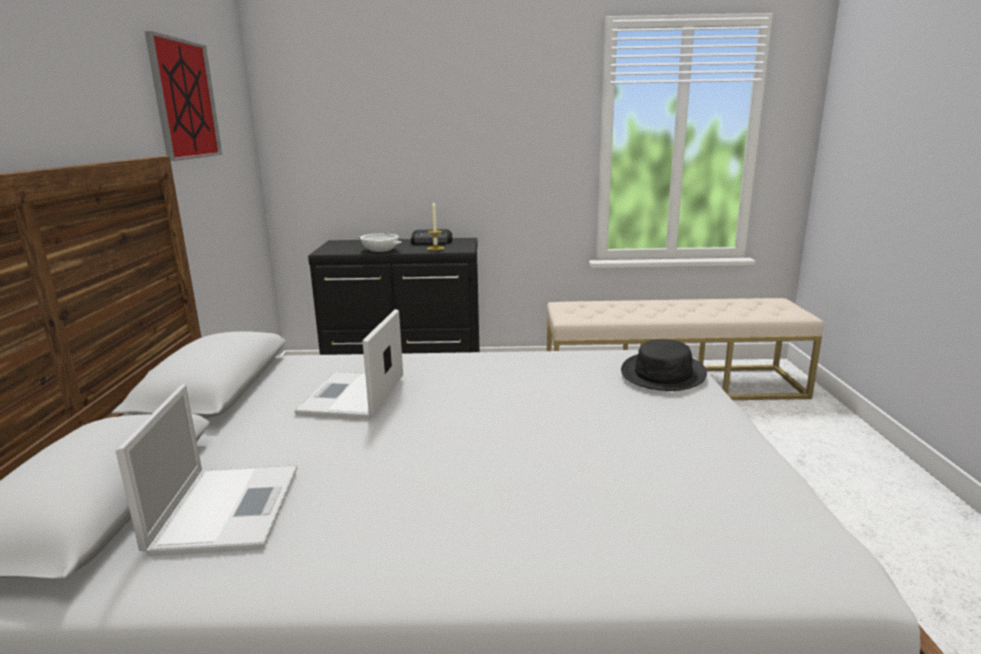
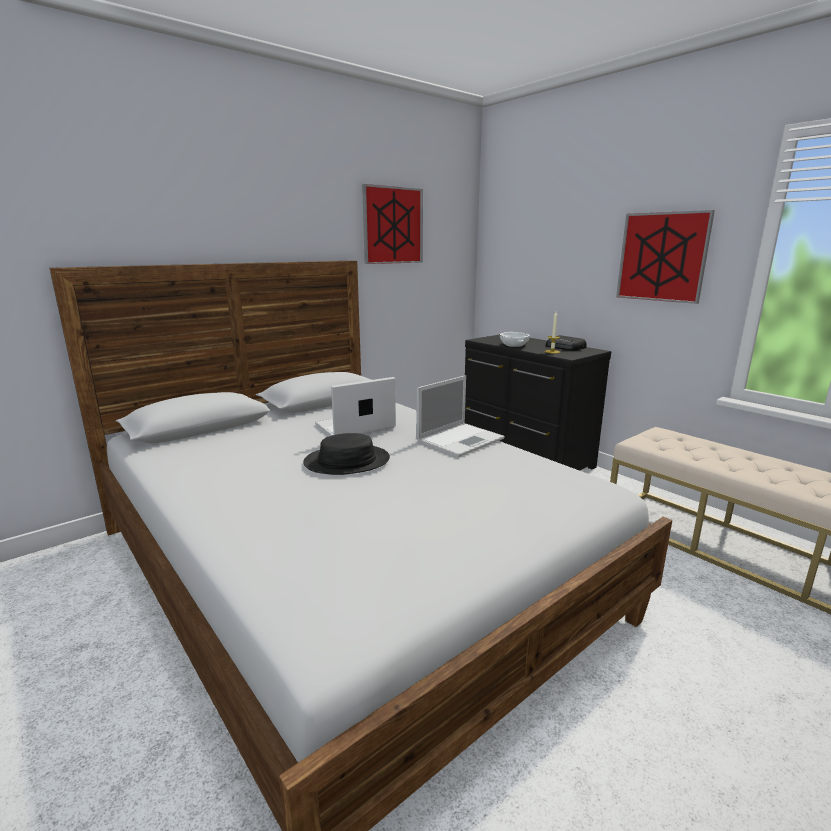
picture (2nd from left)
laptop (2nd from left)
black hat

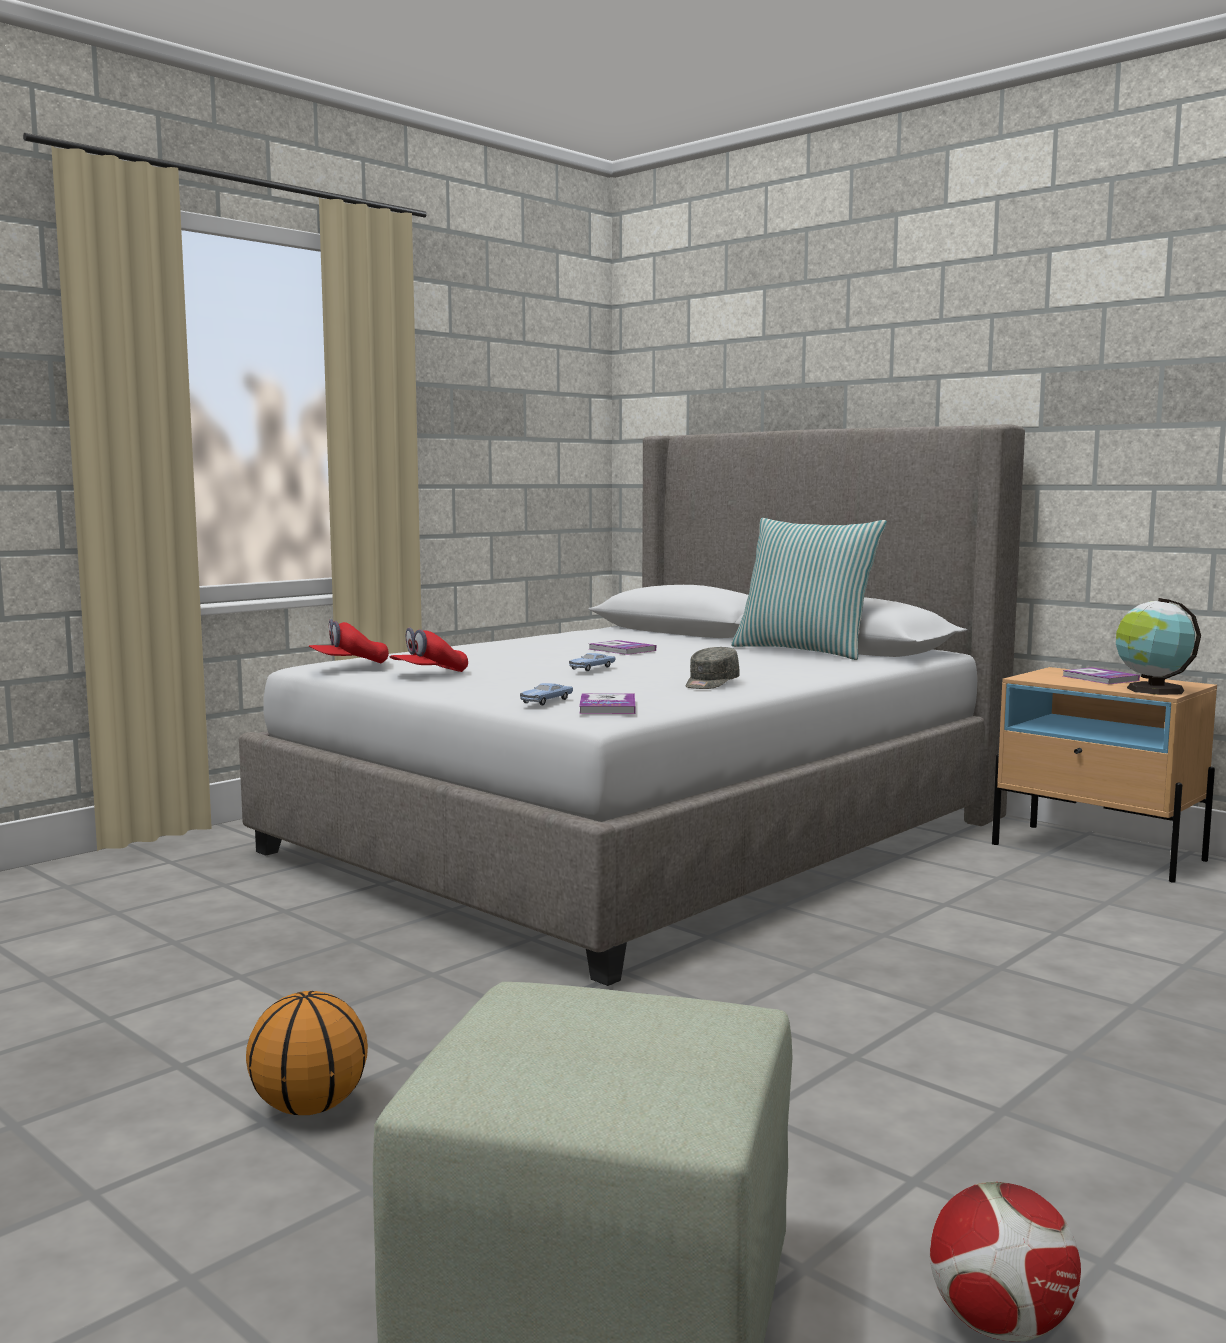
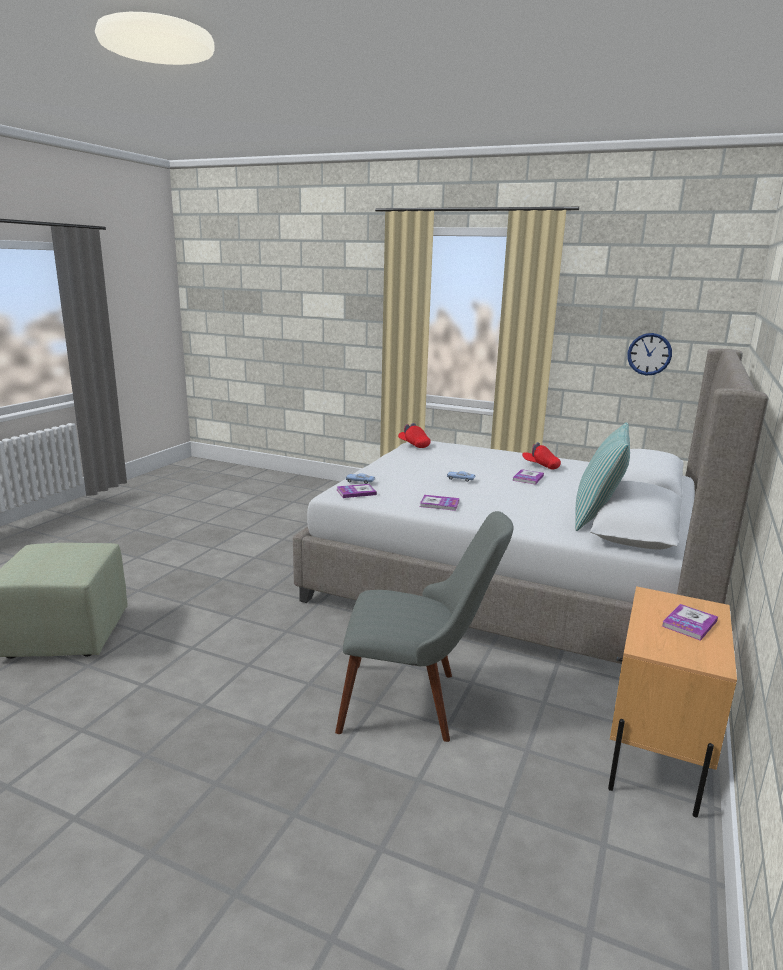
basketball
football
globe
grey chair
wall clock
red cap (2nd from left)
book (2nd from left)

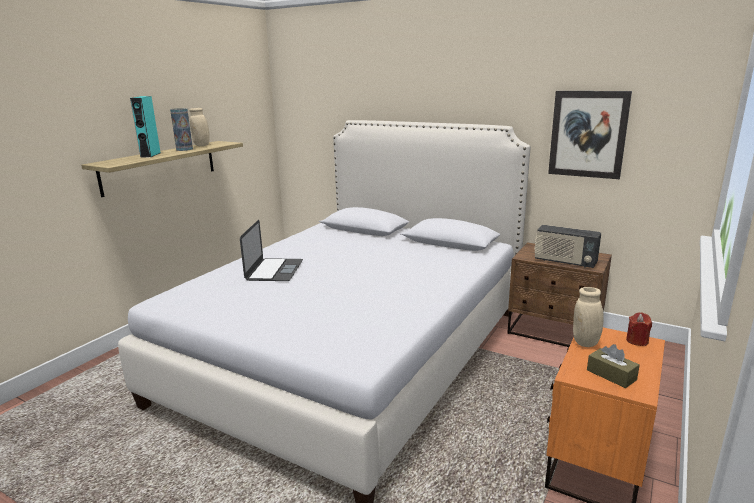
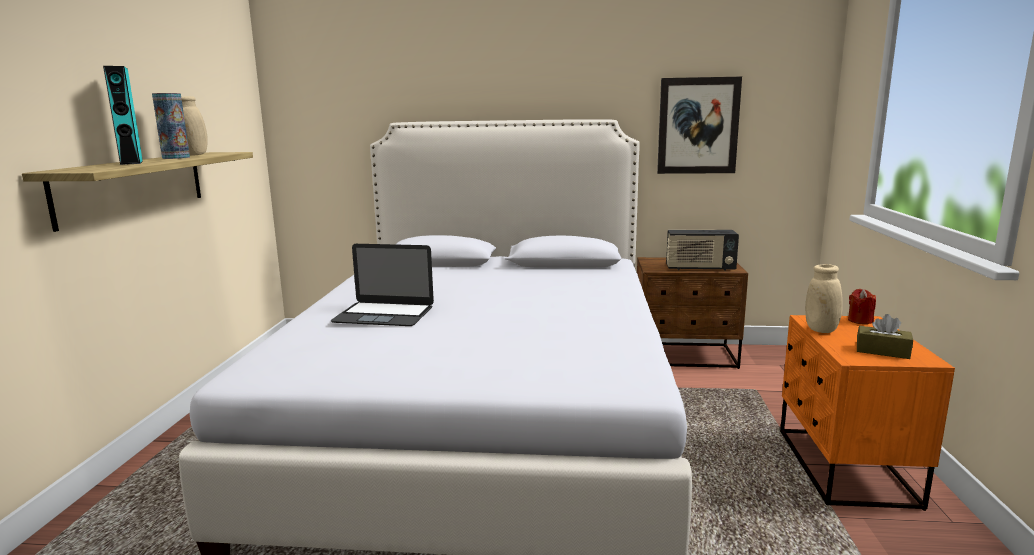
laptop

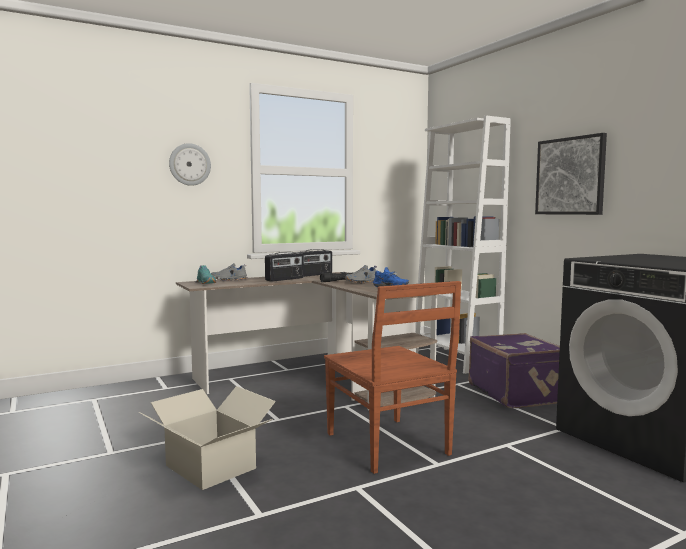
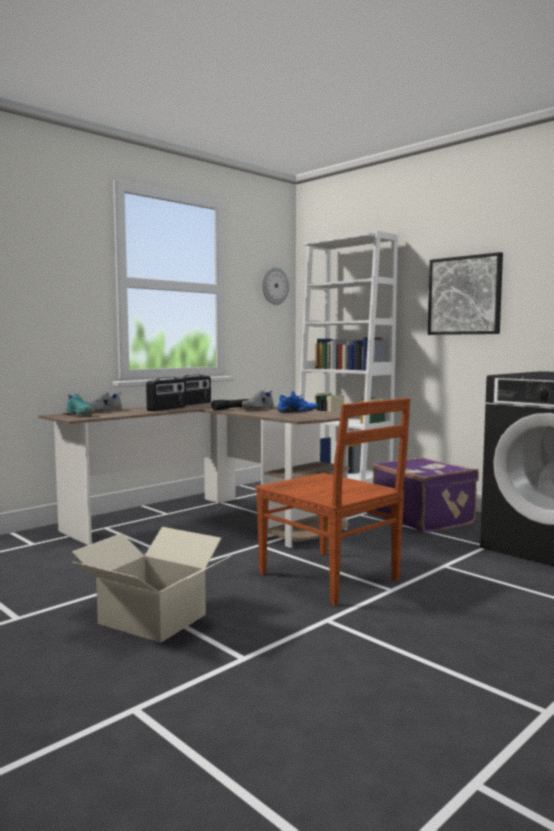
wall clock

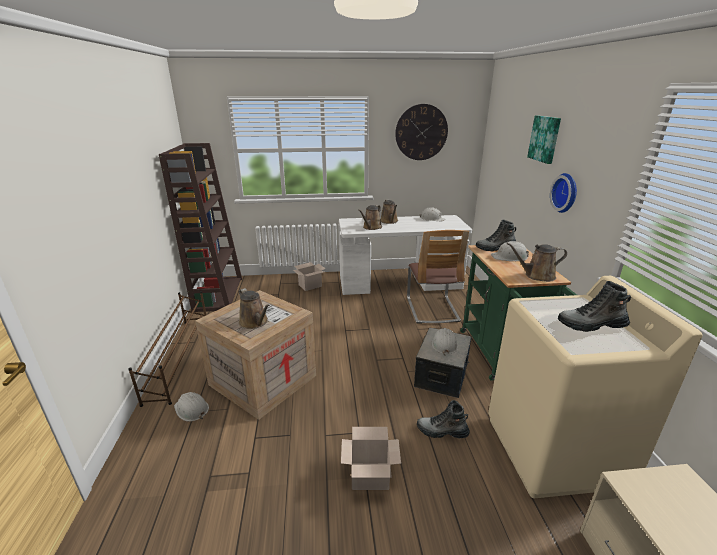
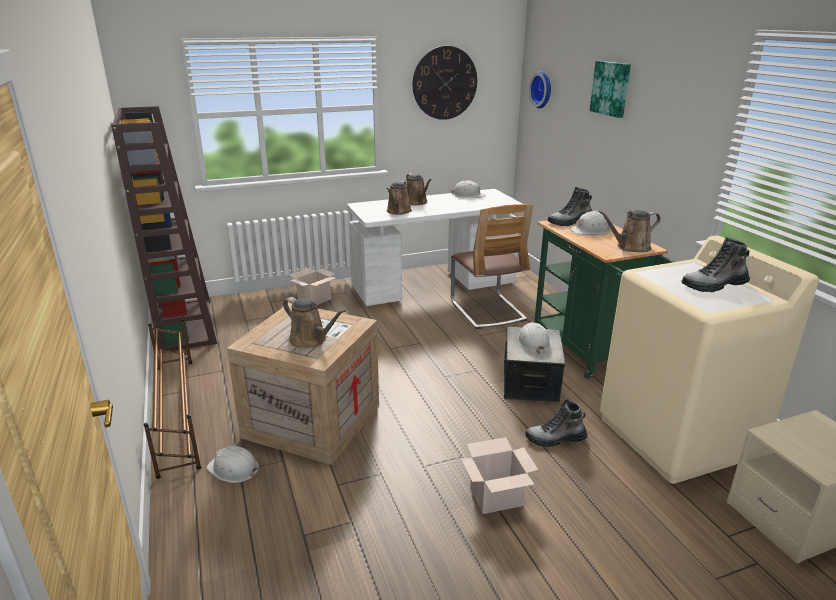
wall clock (2nd from left)

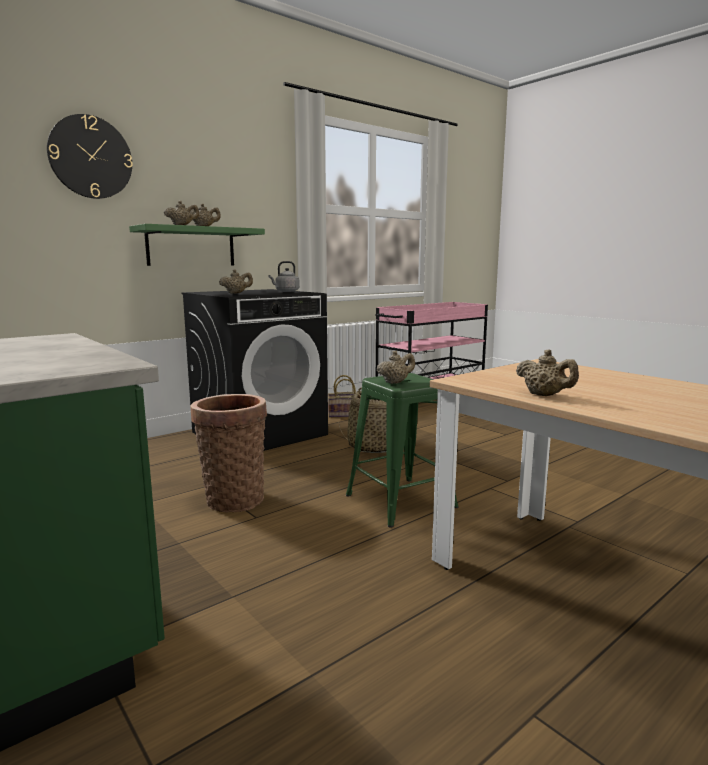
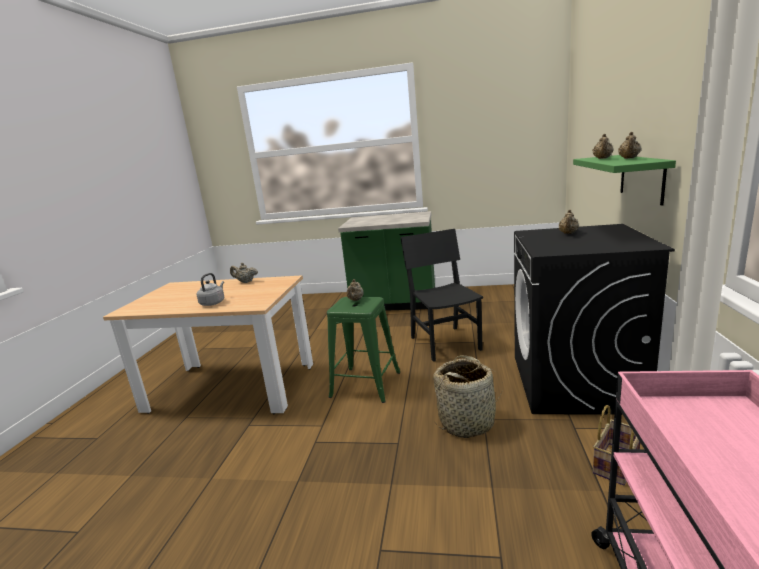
wall clock
grey kettle
black chair

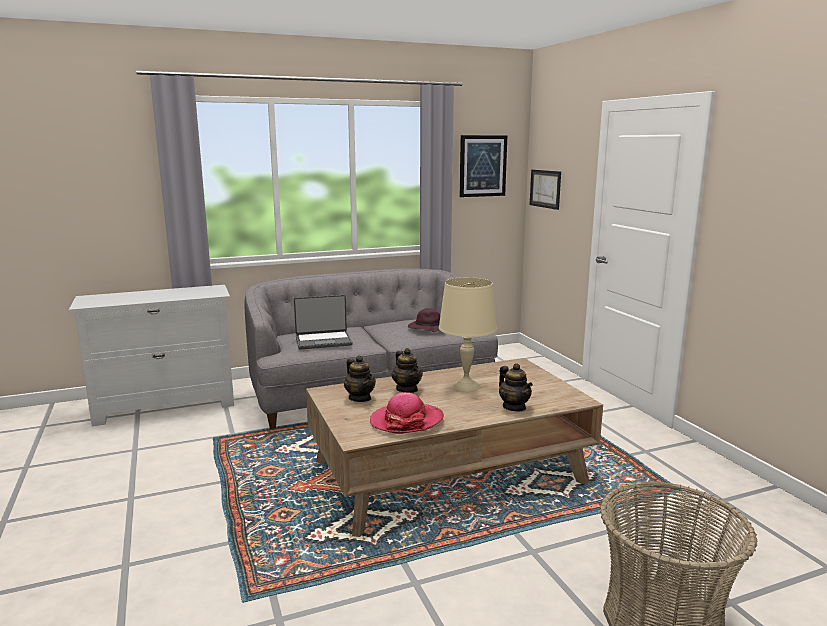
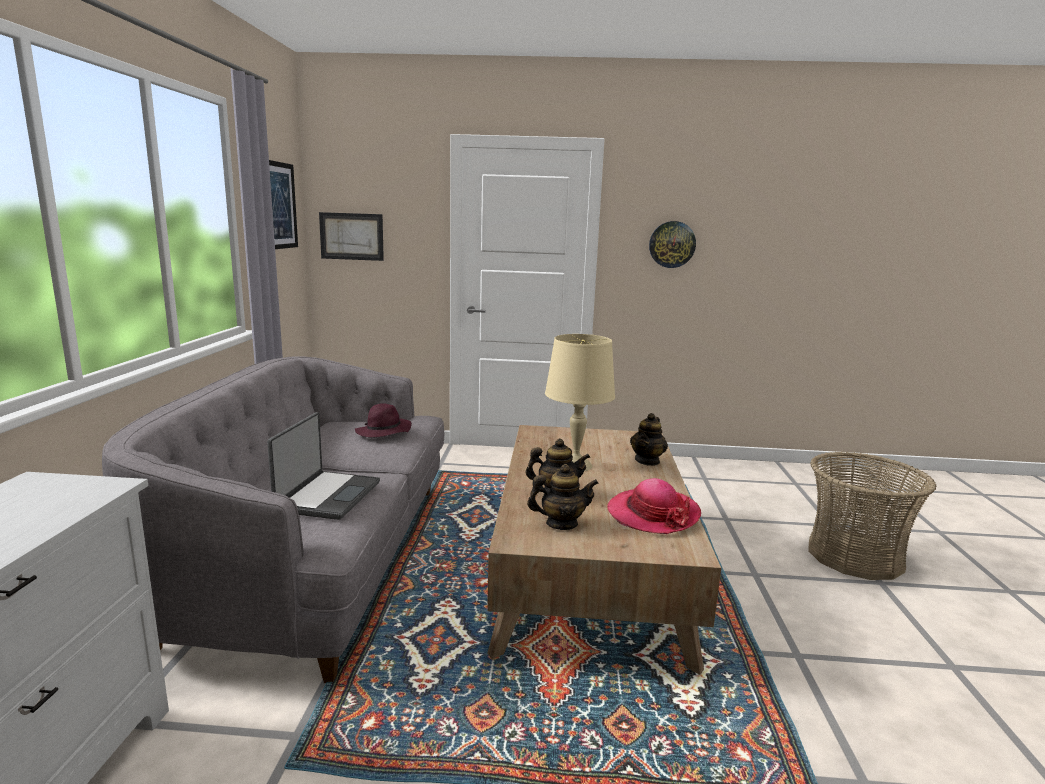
wall clock
teapot (3rd from left)

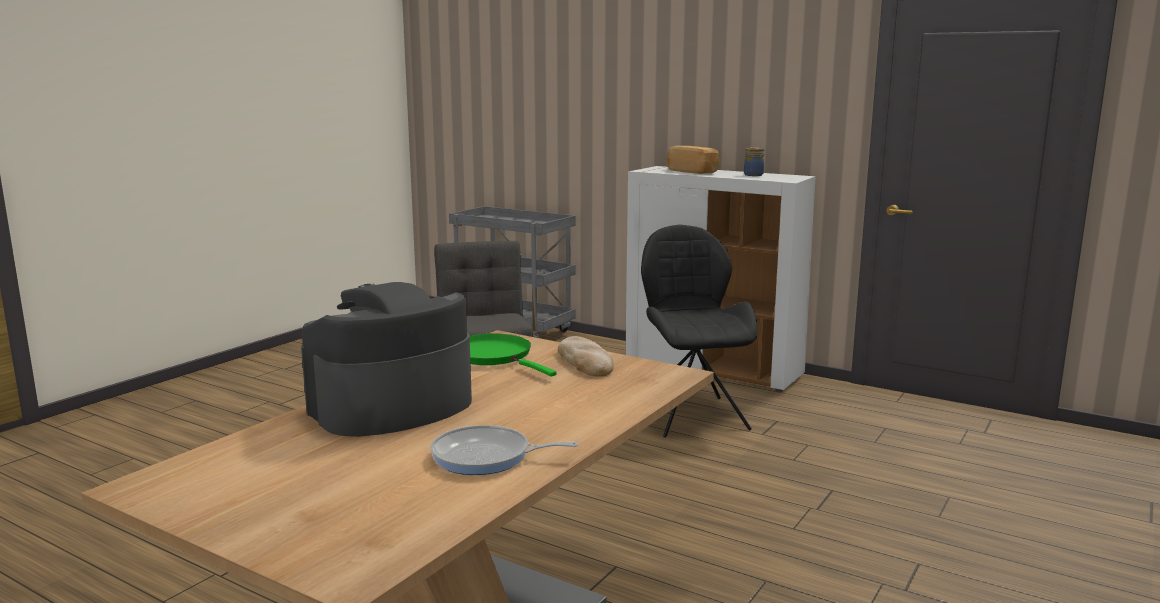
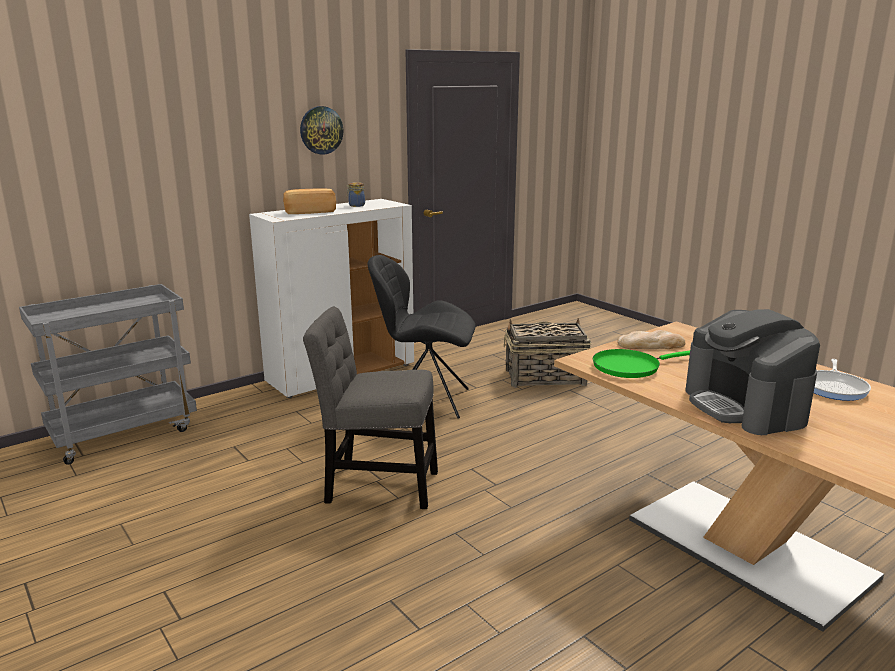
wall clock
basket

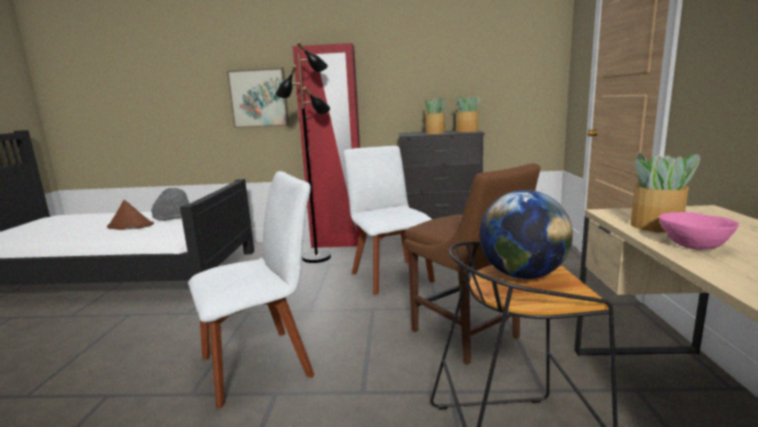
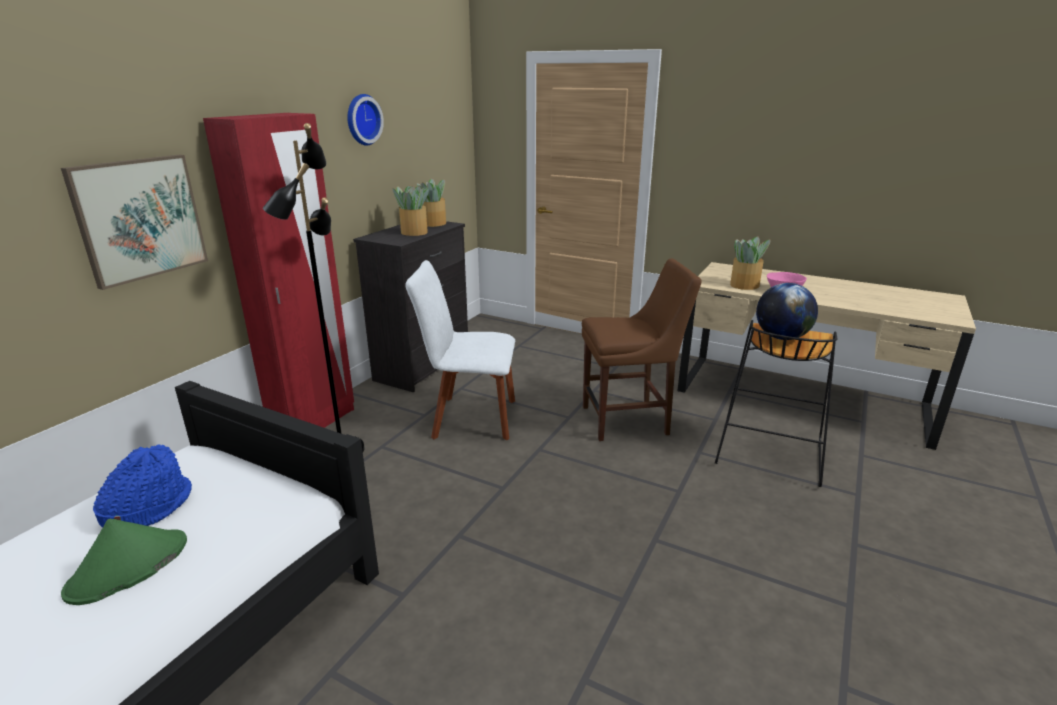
white chair (1st from left in the first image)
wall clock
green hat
blue hat

